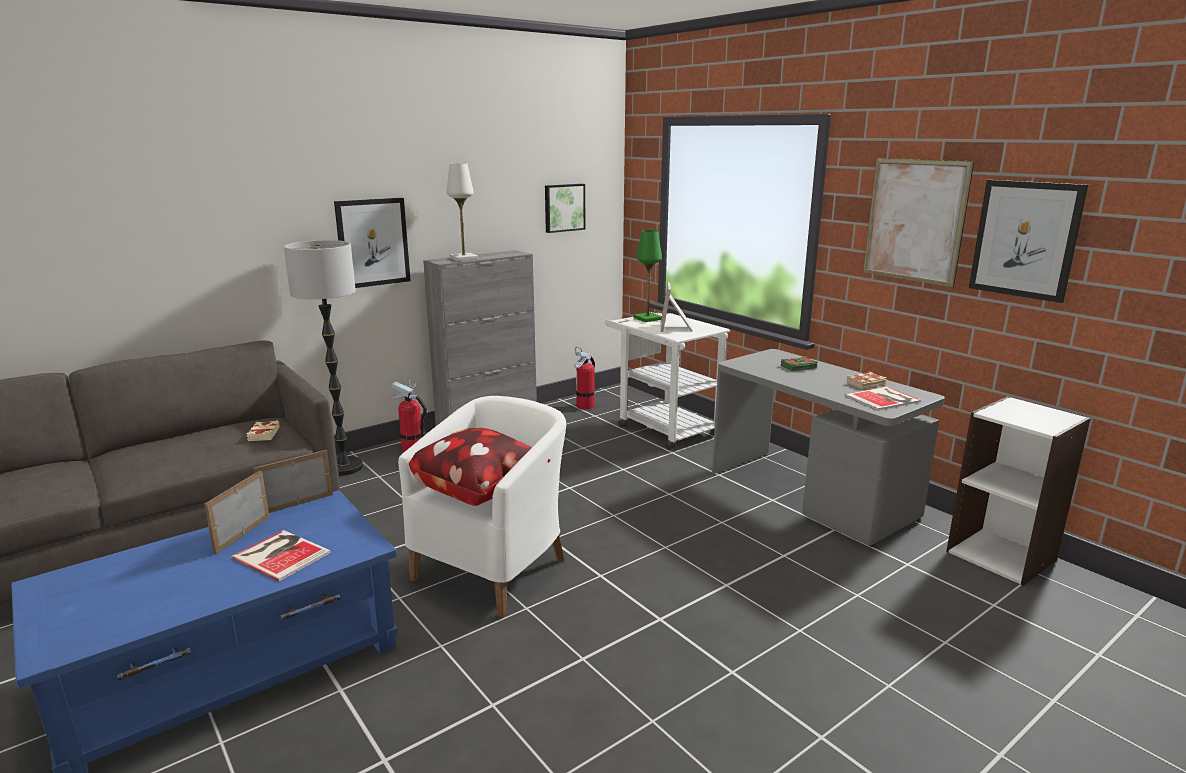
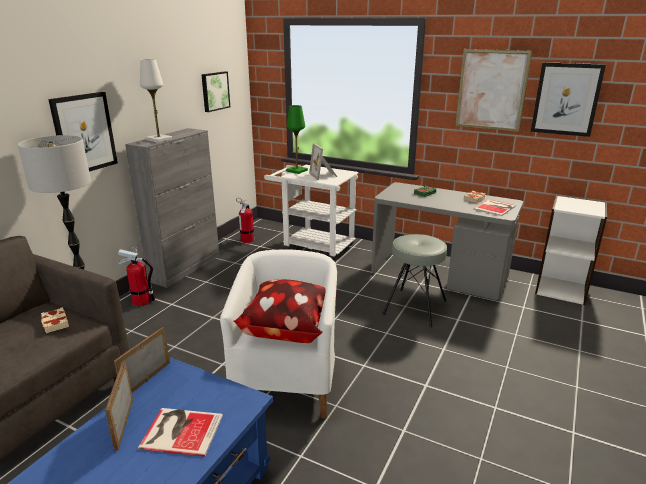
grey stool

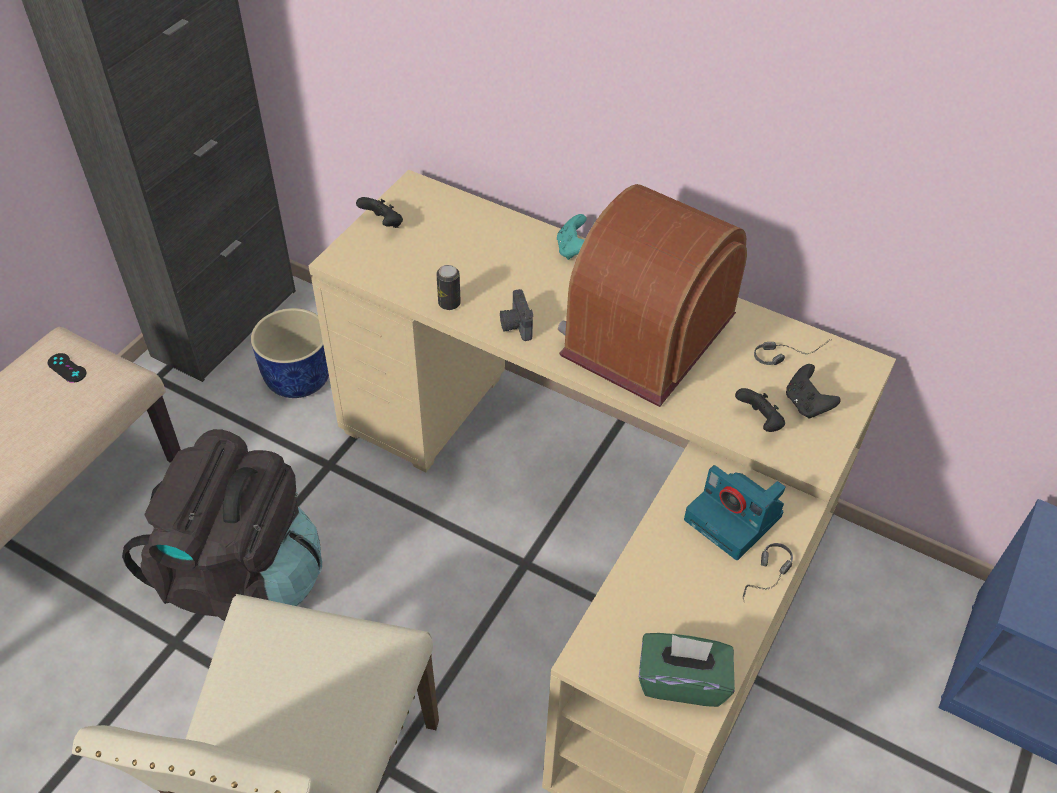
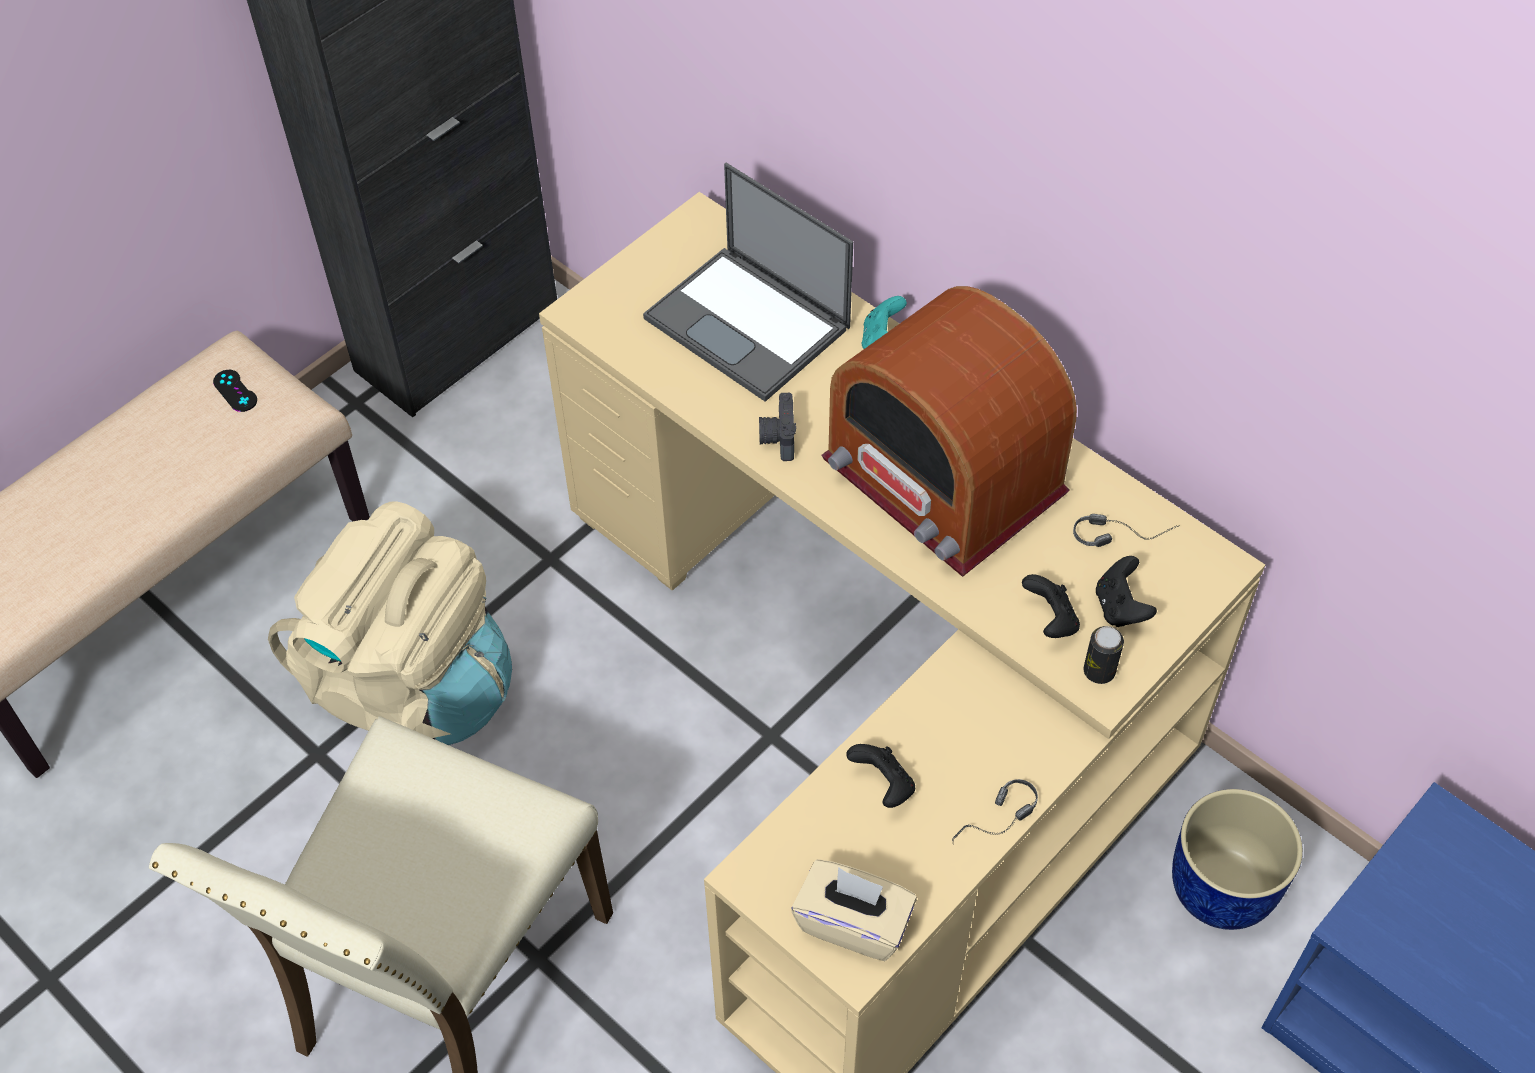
photo camera (2nd from left in the first image)
laptop
blue planter
black game controller (2nd from left)
can
beige backpack
beige tissue box
radio

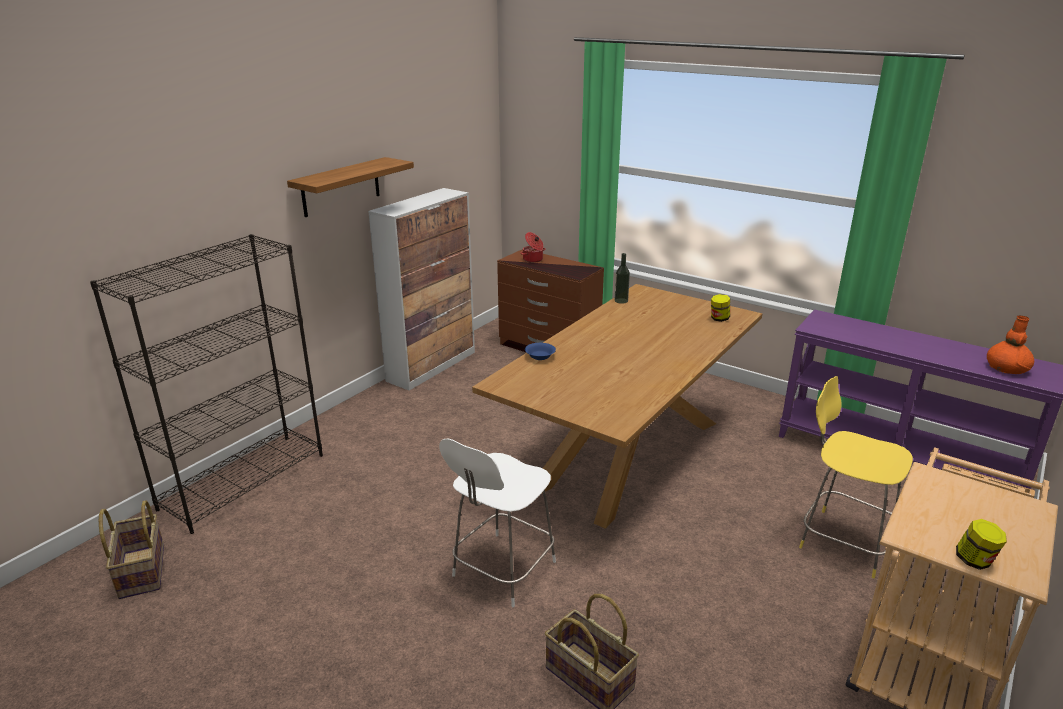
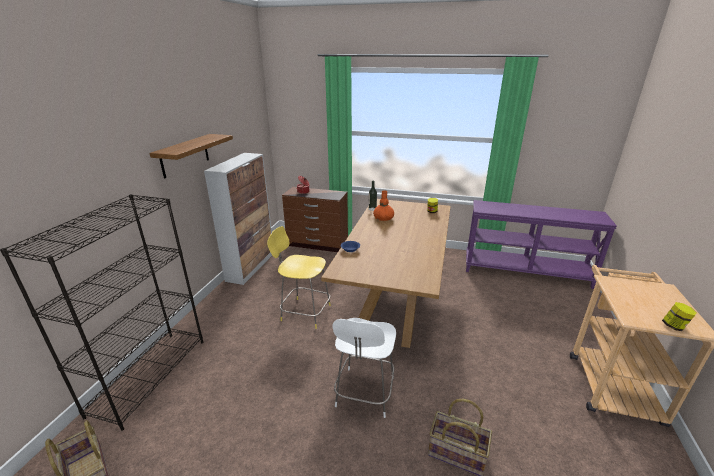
yellow stool
orange vase

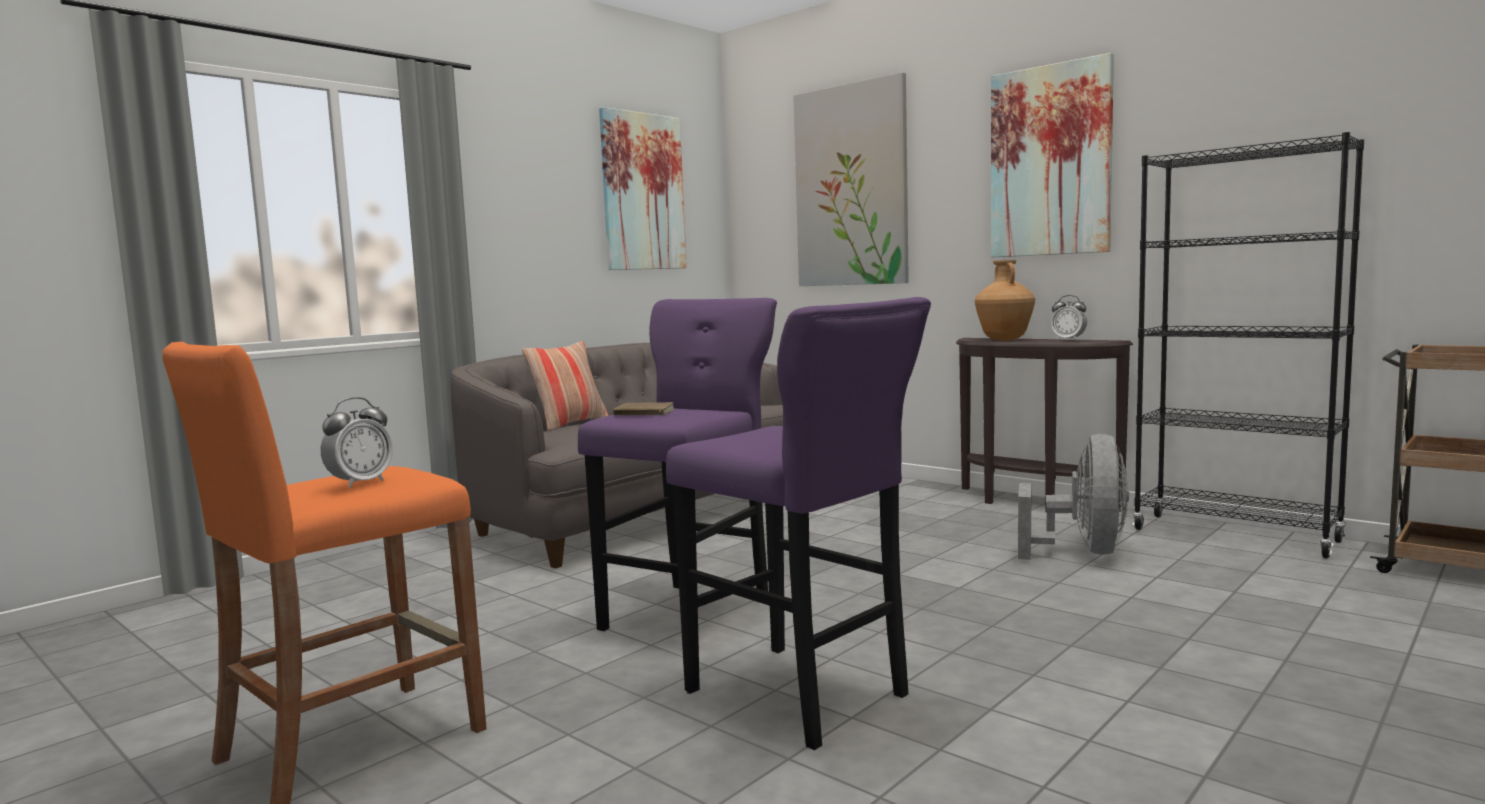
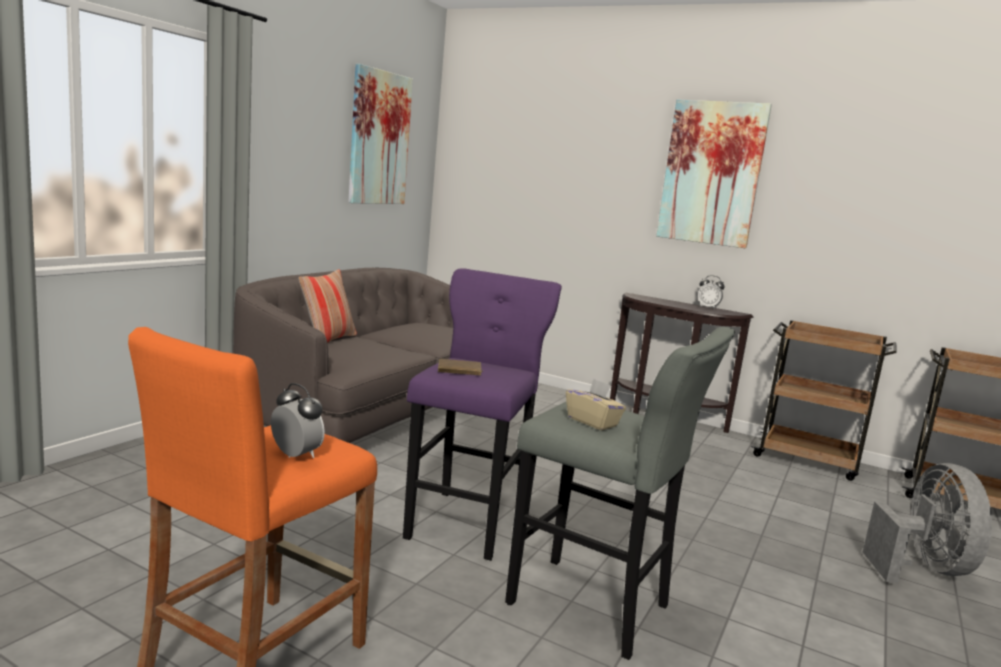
picture (2nd from left in the first image)
brown vase
beige tissue box
grey fan
brown cart (1st from left)
grey stool
alarm clock (1st from left)

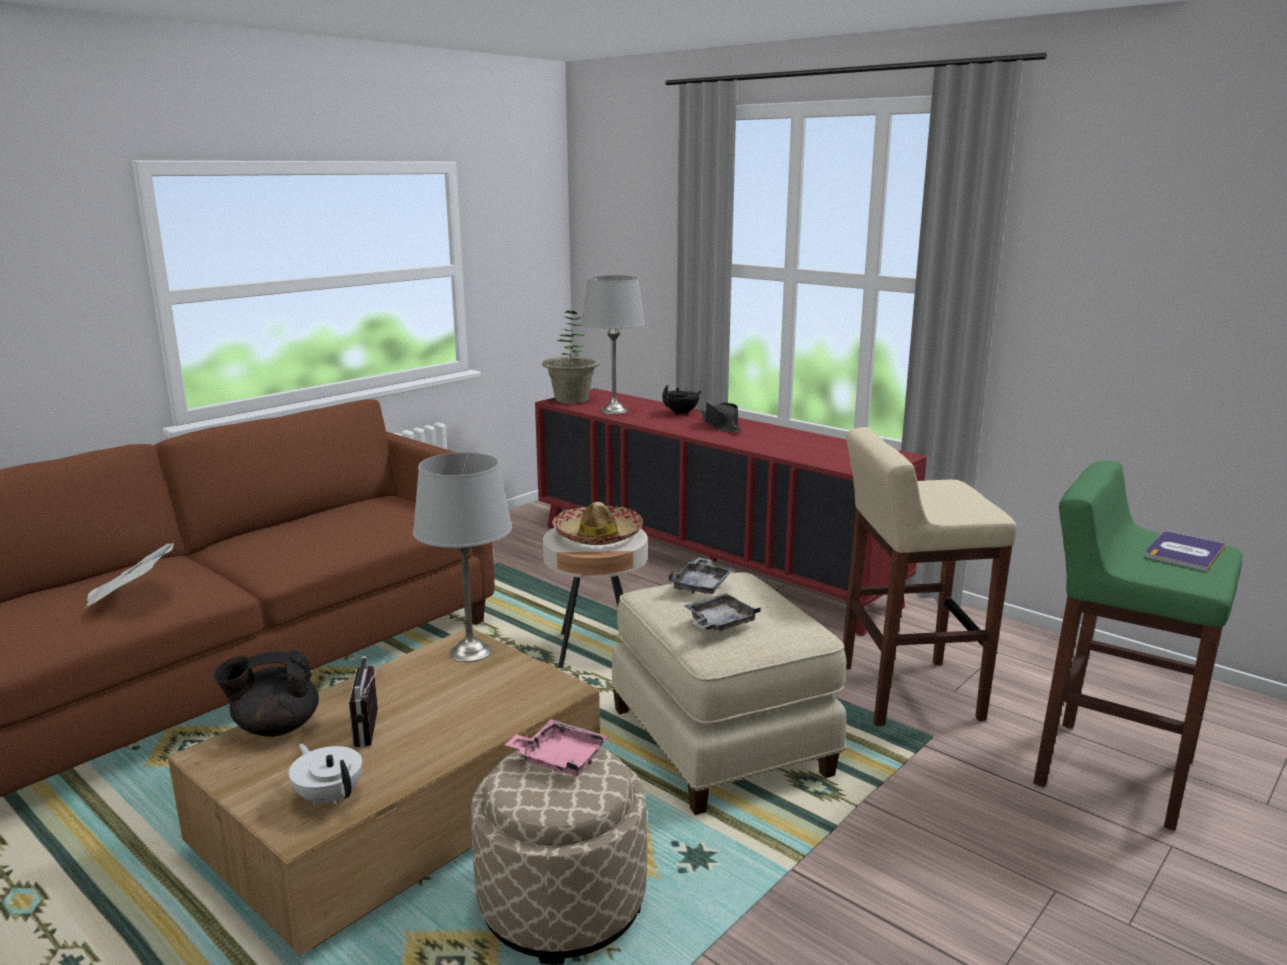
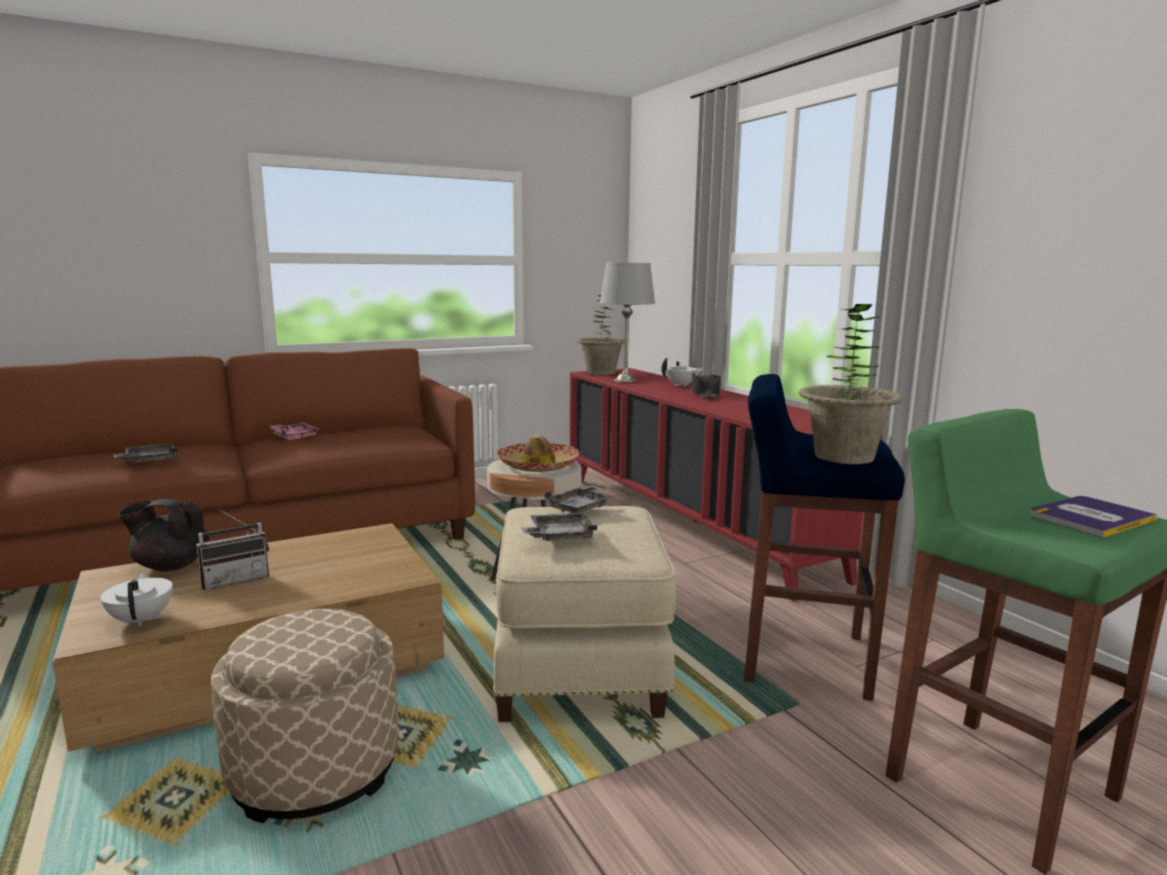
grey table lamp (1st from left in the first image)
potted plant (2nd from left)
pink tray
grey tray (1st from left)
white teapot (2nd from left)
blue stool
radio

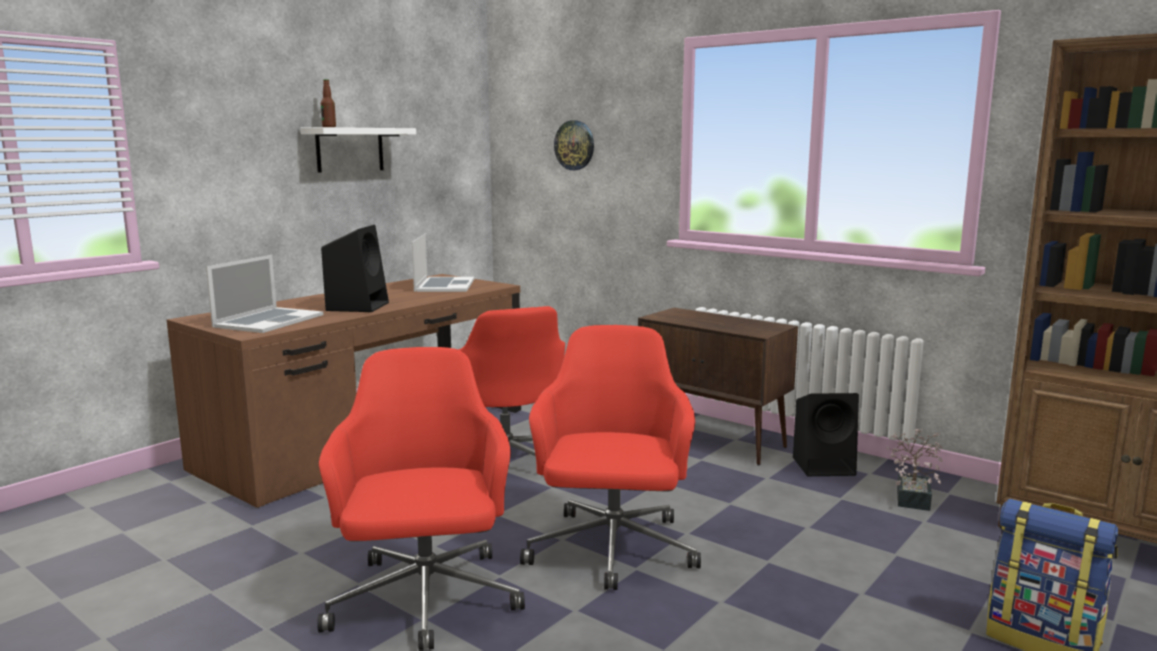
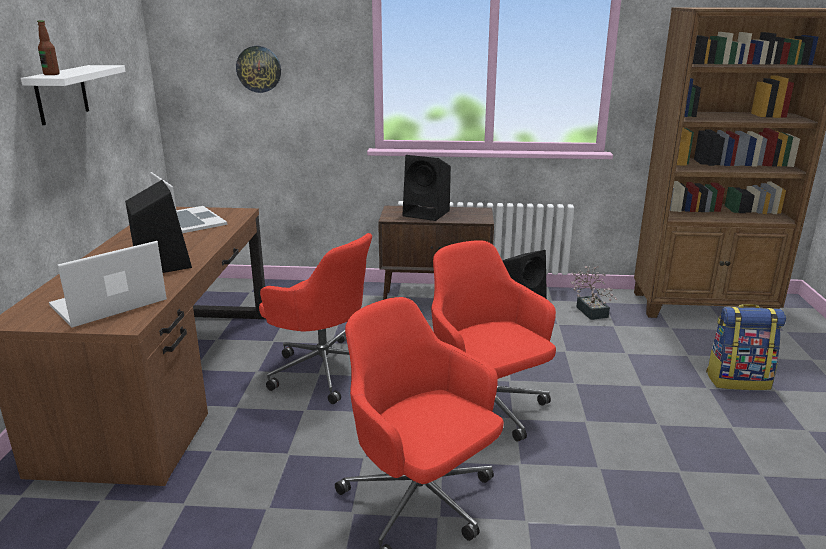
black speaker (2nd from left)
laptop (1st from left)

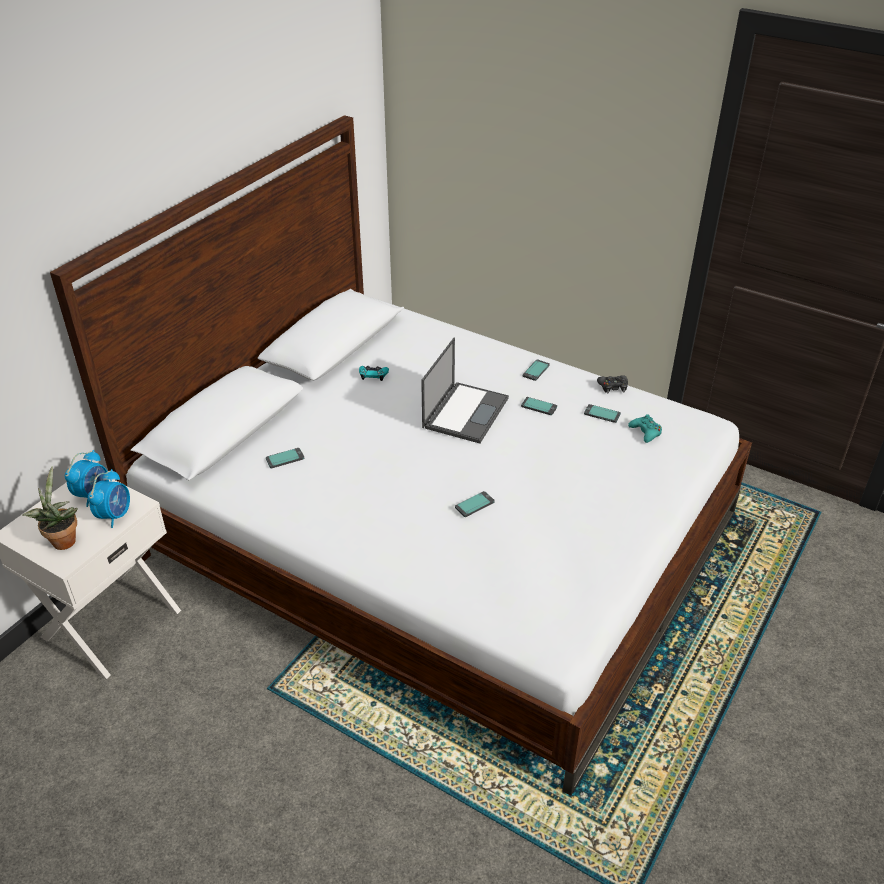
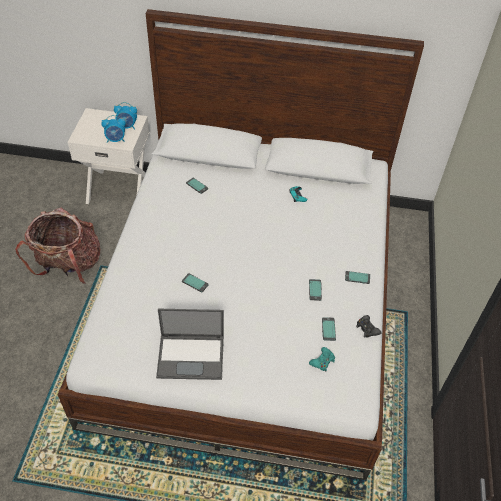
potted plant
backpack
laptop

